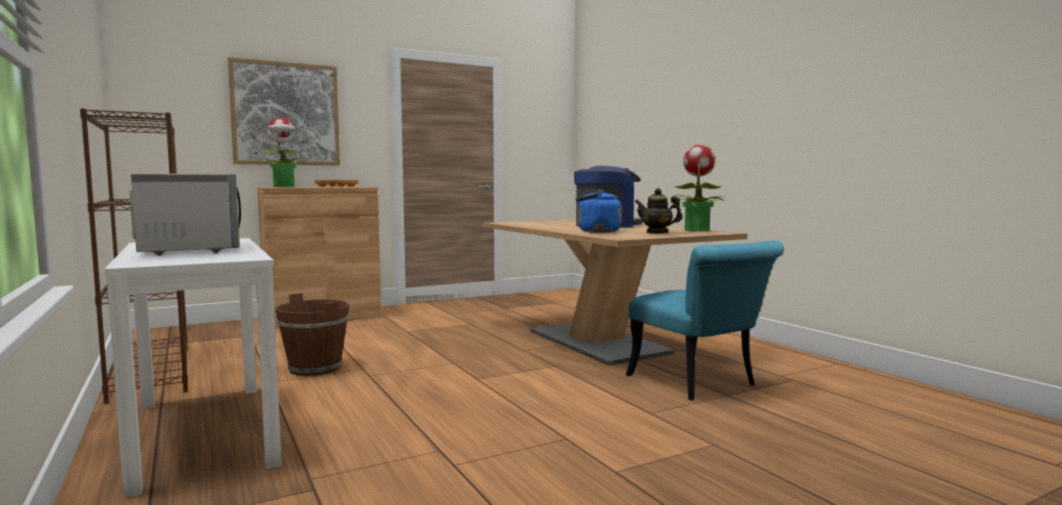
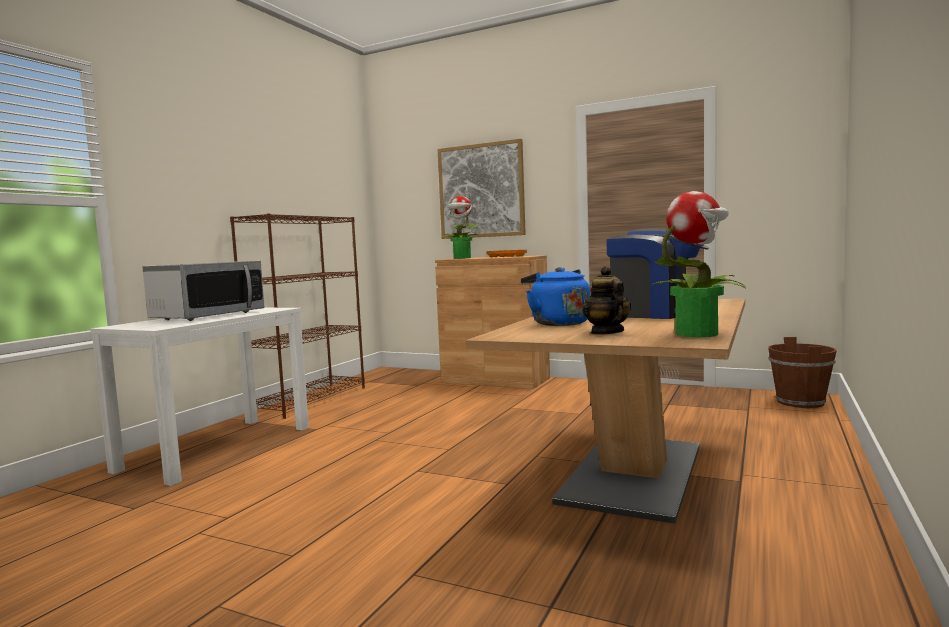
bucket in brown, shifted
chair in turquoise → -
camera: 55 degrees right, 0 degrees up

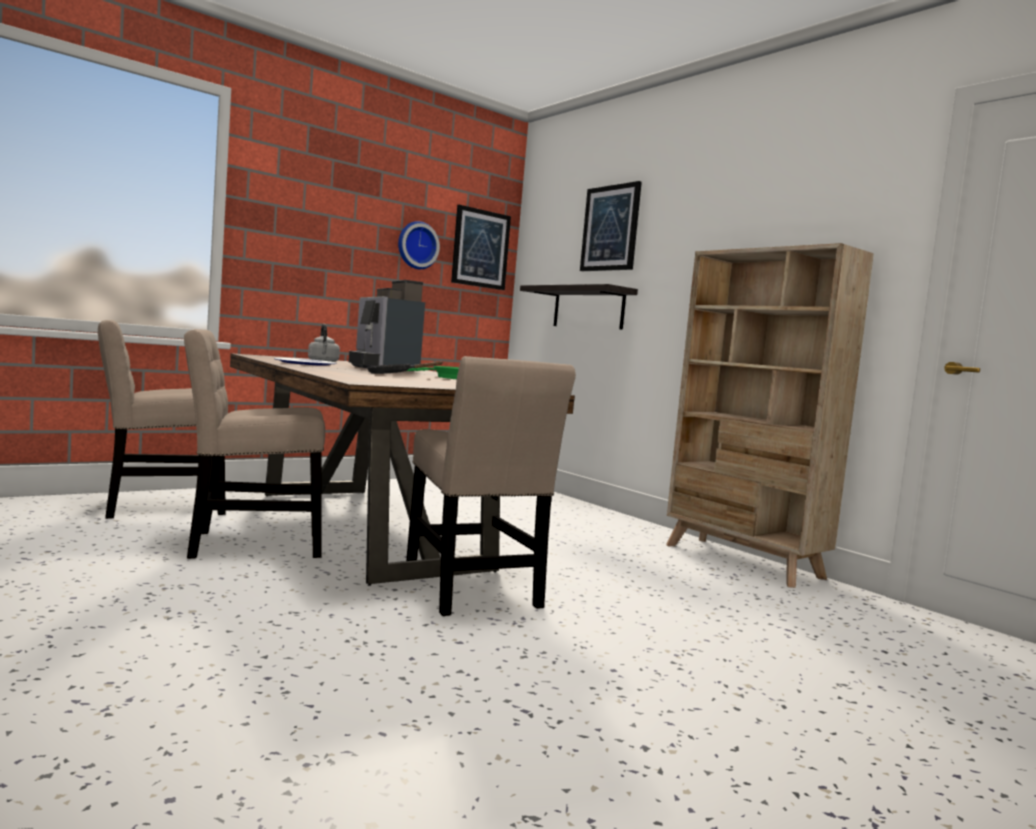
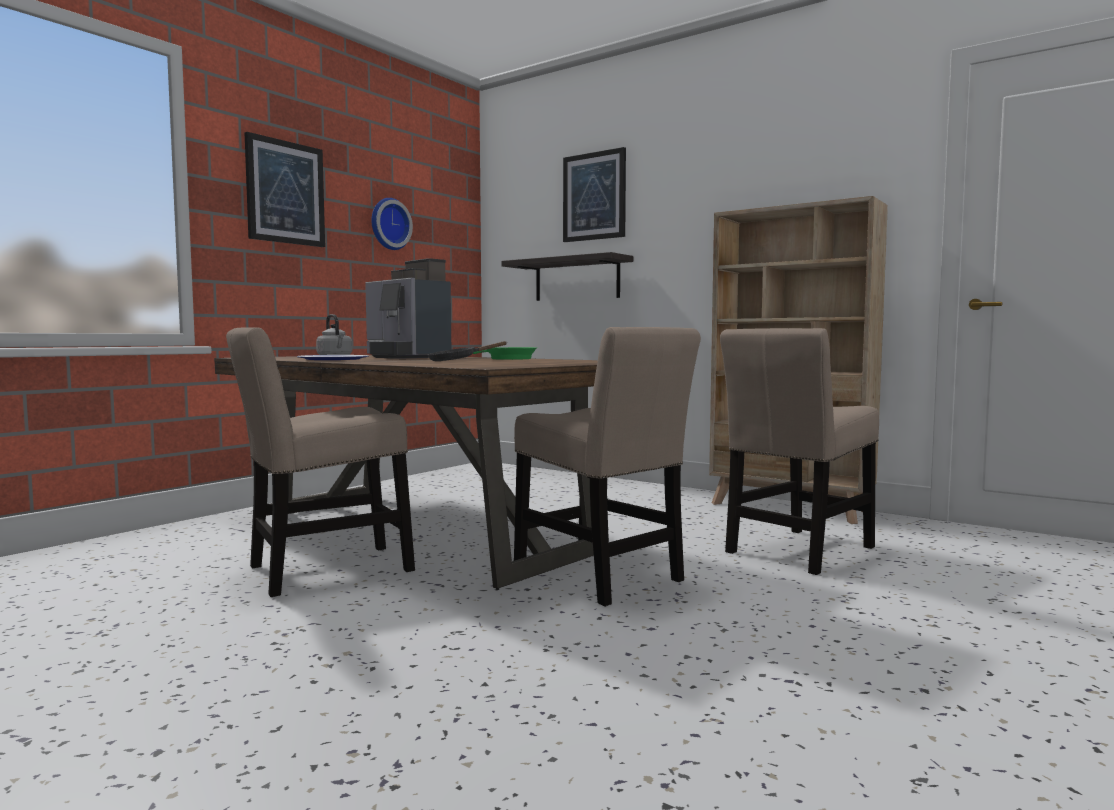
chair in beige (no. 1 from left in the first image) → chair in beige (no. 3 from left), shifted
picture (no. 1 from left), shifted
camera: 15 degrees left, 0 degrees up

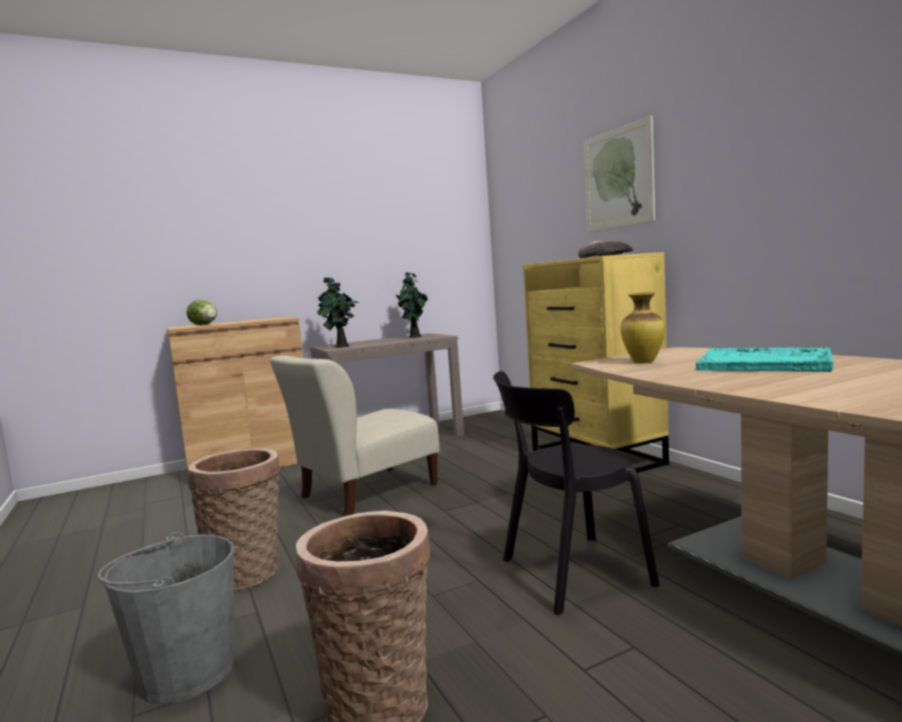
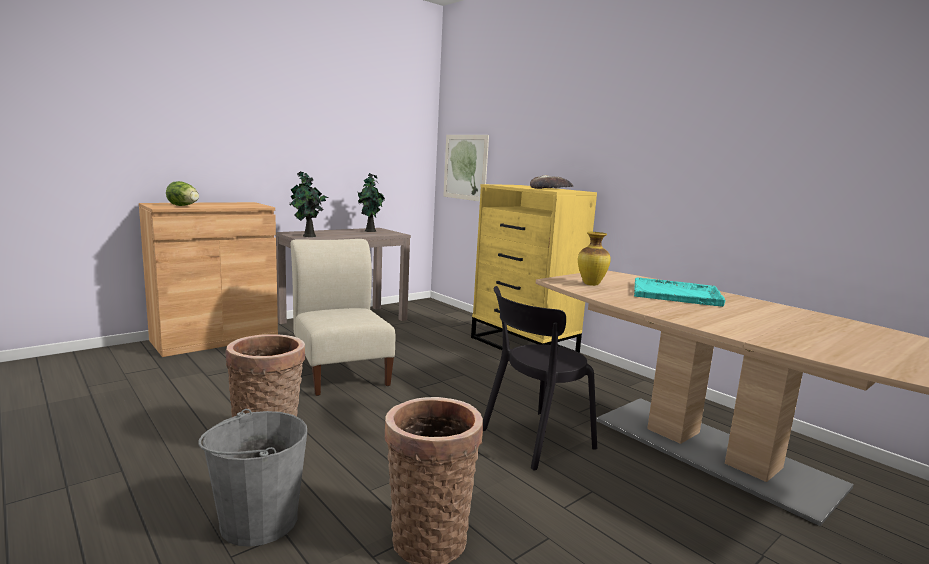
chair in beige, 120 degrees clockwise
picture, shifted
camera: 15 degrees left, 5 degrees up

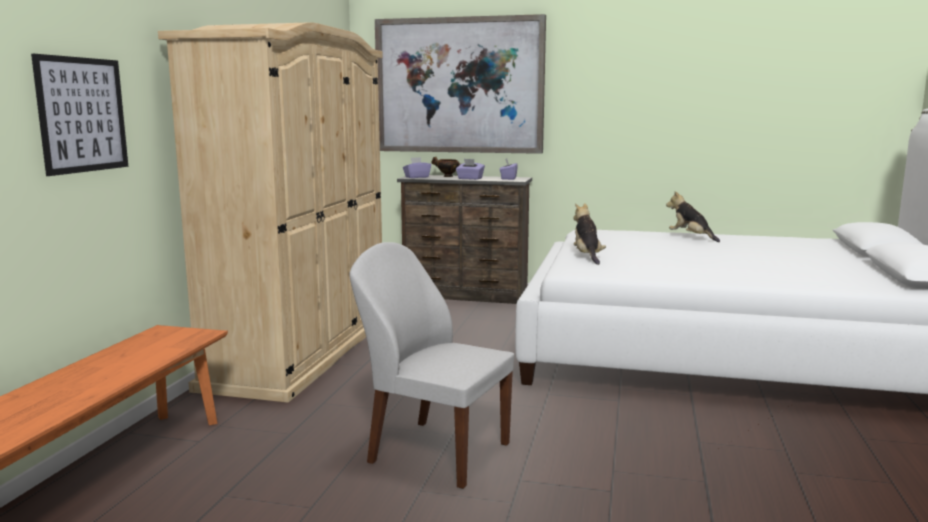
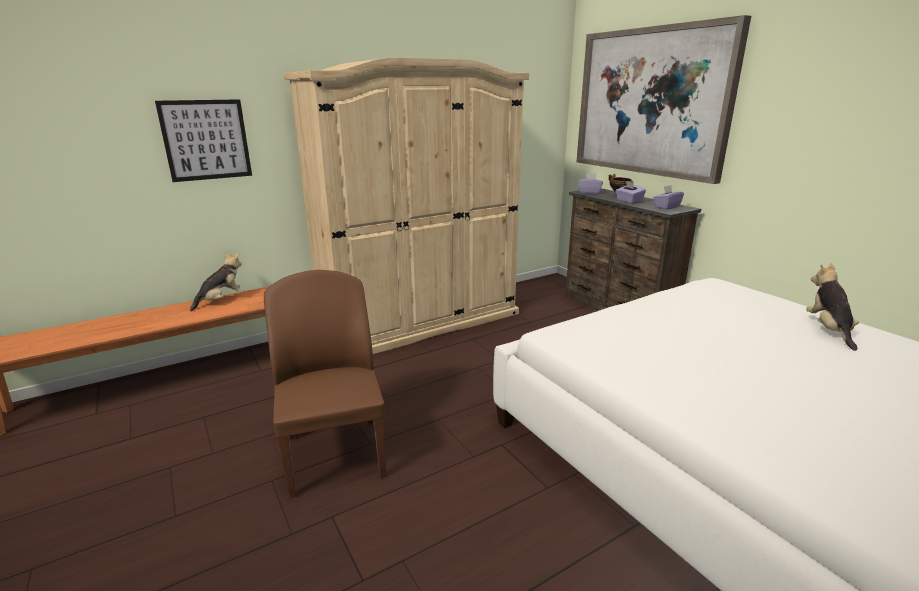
chair in white → chair in brown
plush toy (no. 1 from left), shifted
camera: 45 degrees right, 10 degrees up

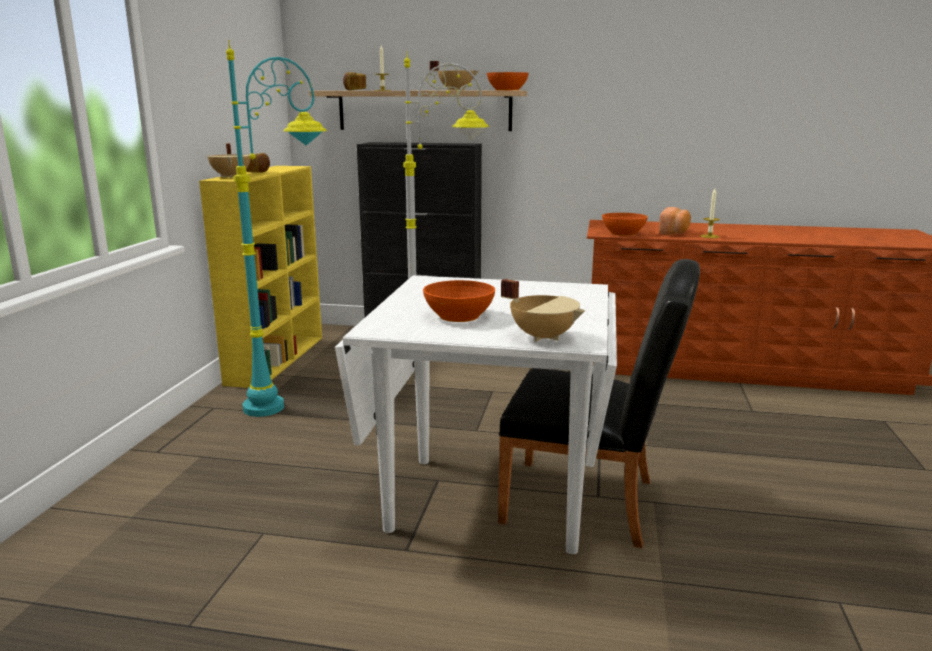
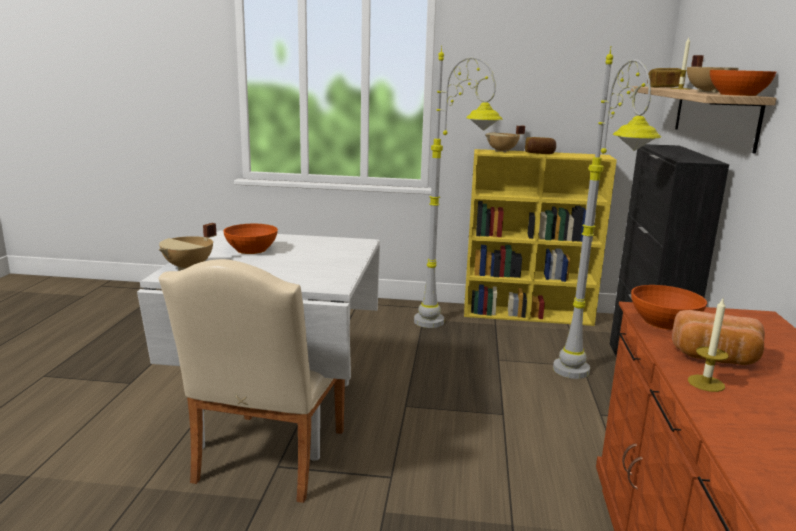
floor lamp in turquoise → floor lamp in grey (no. 1 from left)
chair in black → chair in beige
camera: 85 degrees right, 0 degrees up

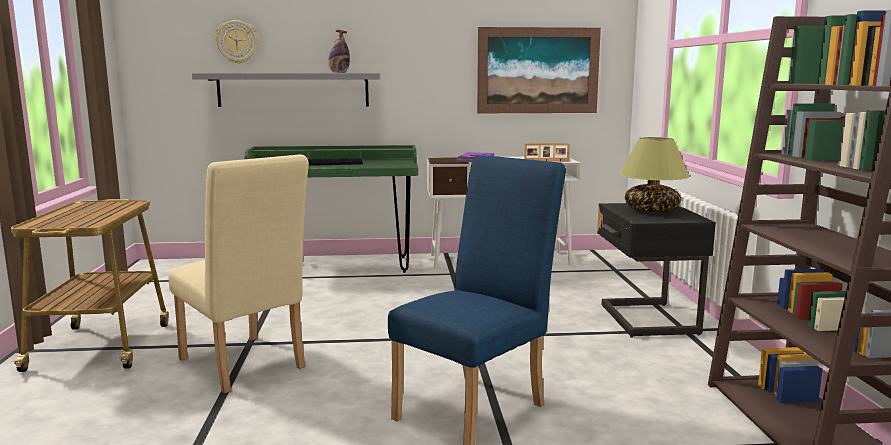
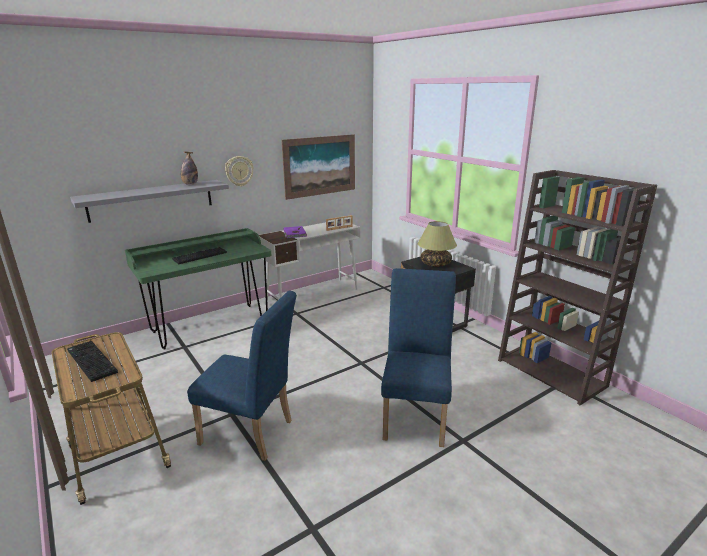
chair in beige → chair in blue (no. 1 from left)
wall clock, shifted
- → keyboard (no. 1 from left)
camera: 30 degrees left, 10 degrees up

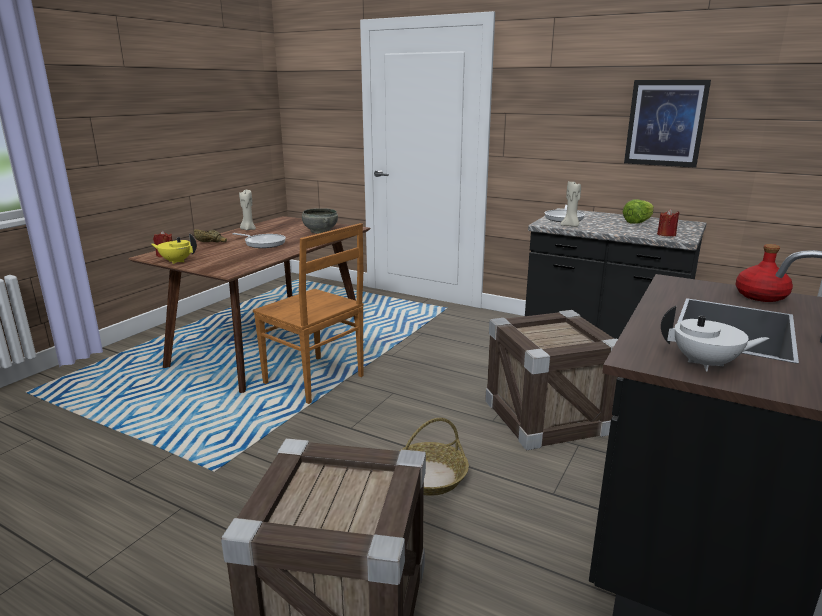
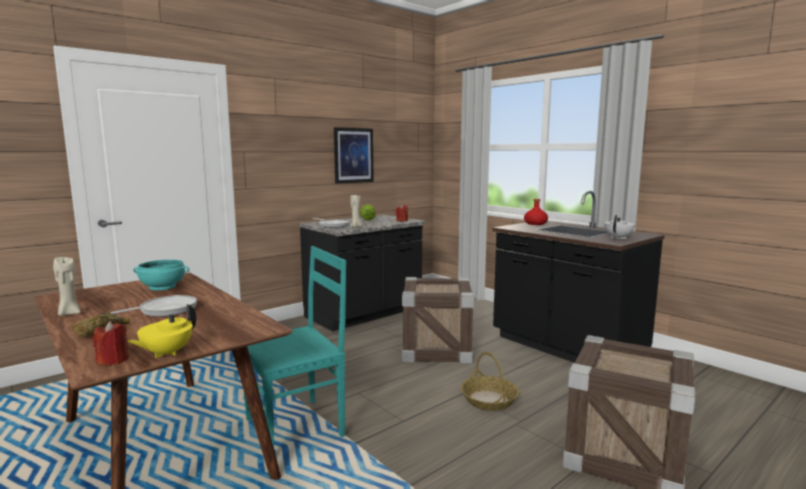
chair in brown → chair in turquoise
bowl in grey → bowl in turquoise
camera: 70 degrees left, 10 degrees down

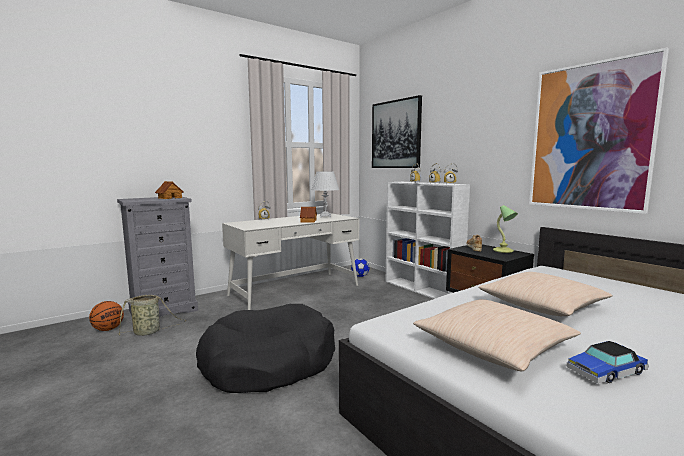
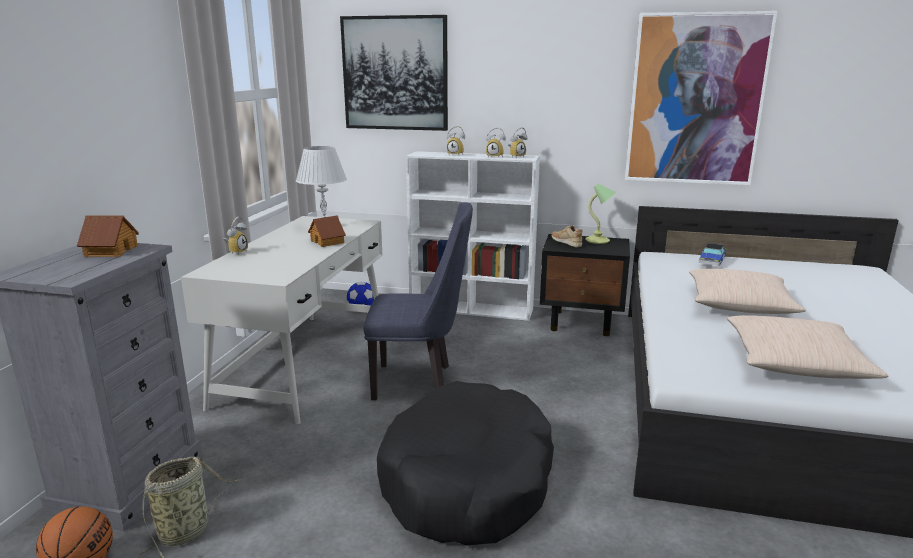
toy car, shifted
- → chair in blue
camera: 40 degrees left, 10 degrees up

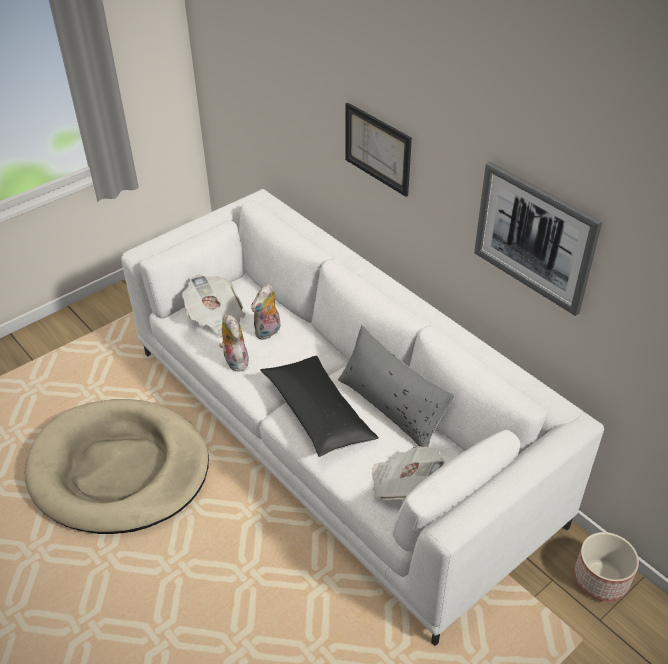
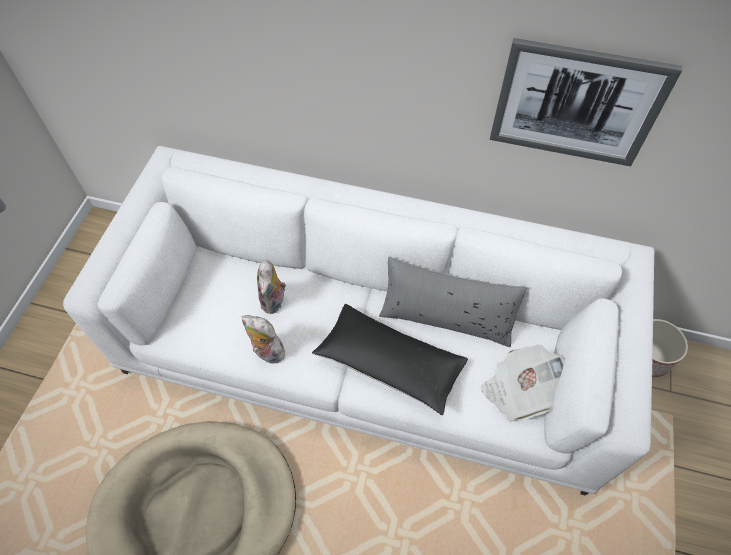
newspaper (no. 1 from left) → -
picture (no. 1 from left) → -
camera: 35 degrees left, 15 degrees up

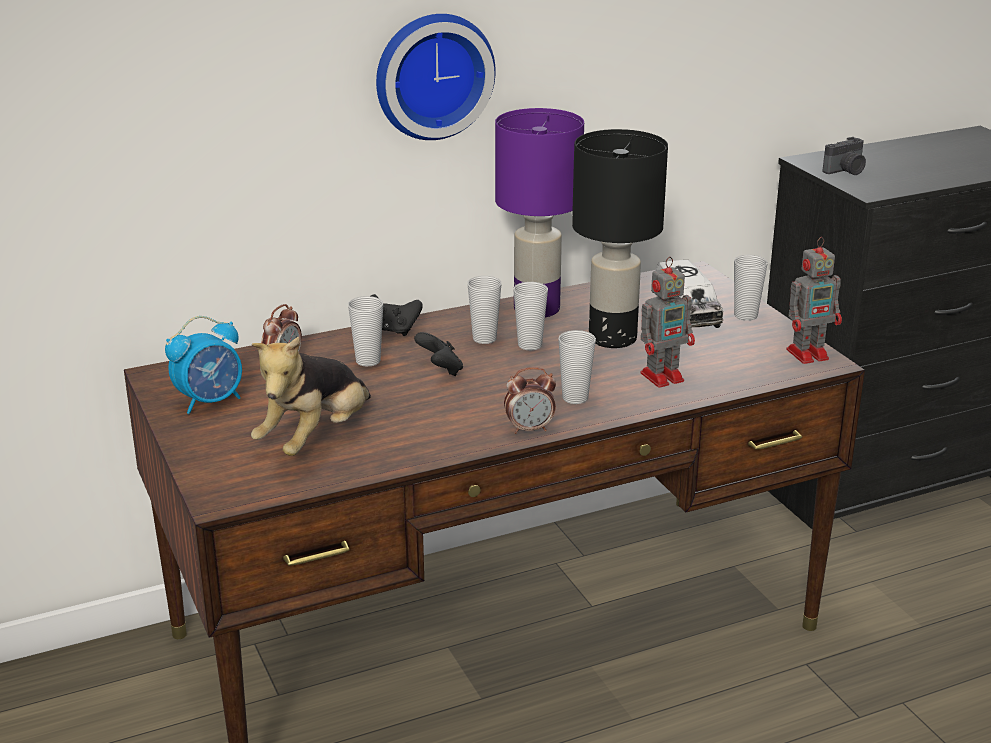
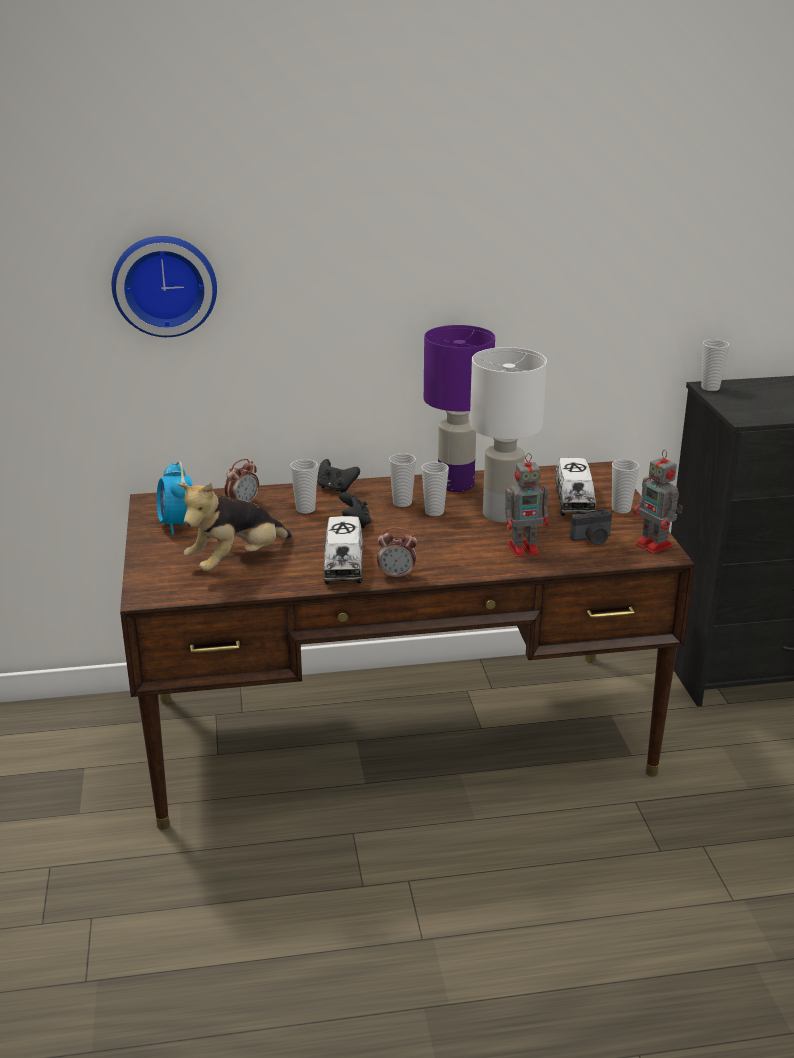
alarm clock (no. 1 from left), 90 degrees clockwise
wall clock, shifted
cup (no. 4 from left in the first image) → cup (no. 5 from left), shifted
table lamp in black → table lamp in white
toy robot (no. 2 from left), 60 degrees clockwise
photo camera, shifted
- → toy truck (no. 1 from left)
camera: 15 degrees right, 0 degrees up

